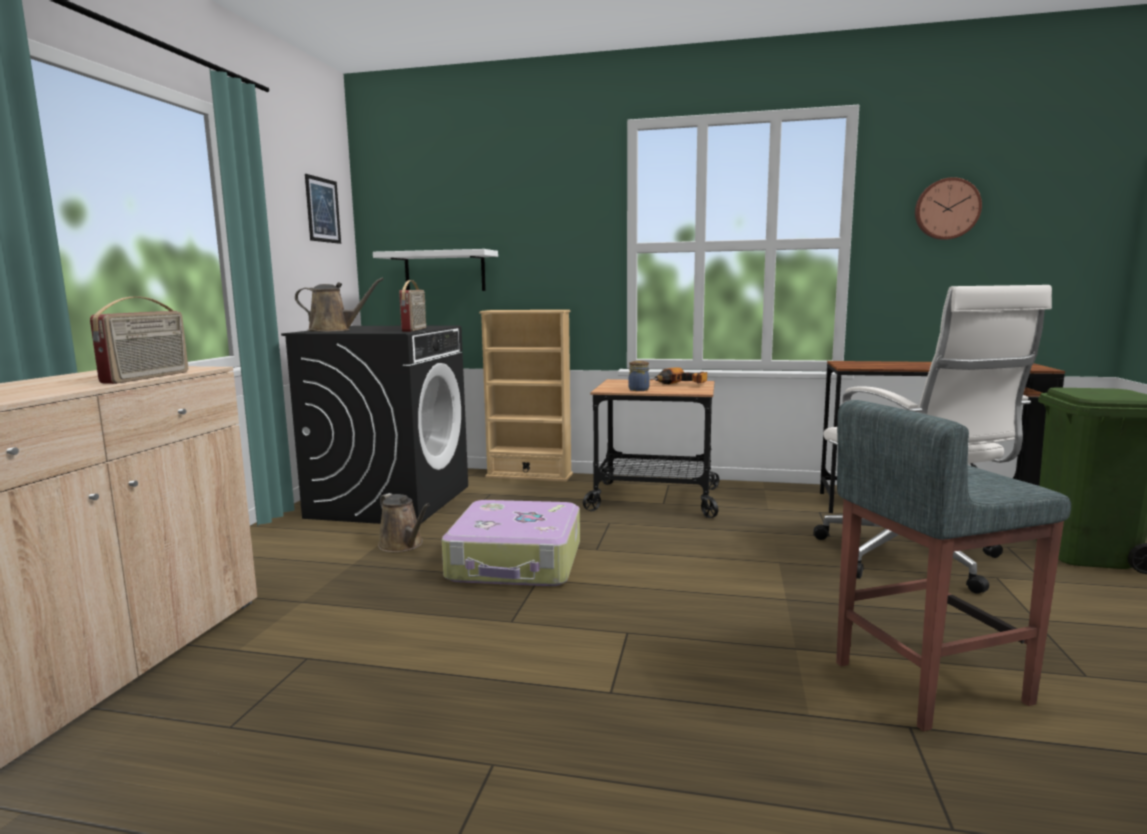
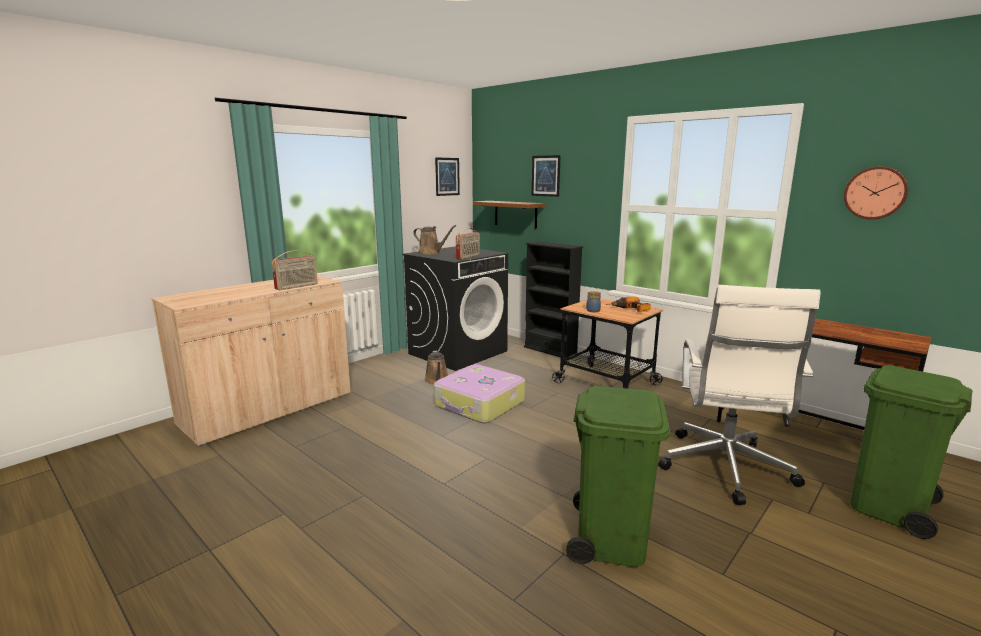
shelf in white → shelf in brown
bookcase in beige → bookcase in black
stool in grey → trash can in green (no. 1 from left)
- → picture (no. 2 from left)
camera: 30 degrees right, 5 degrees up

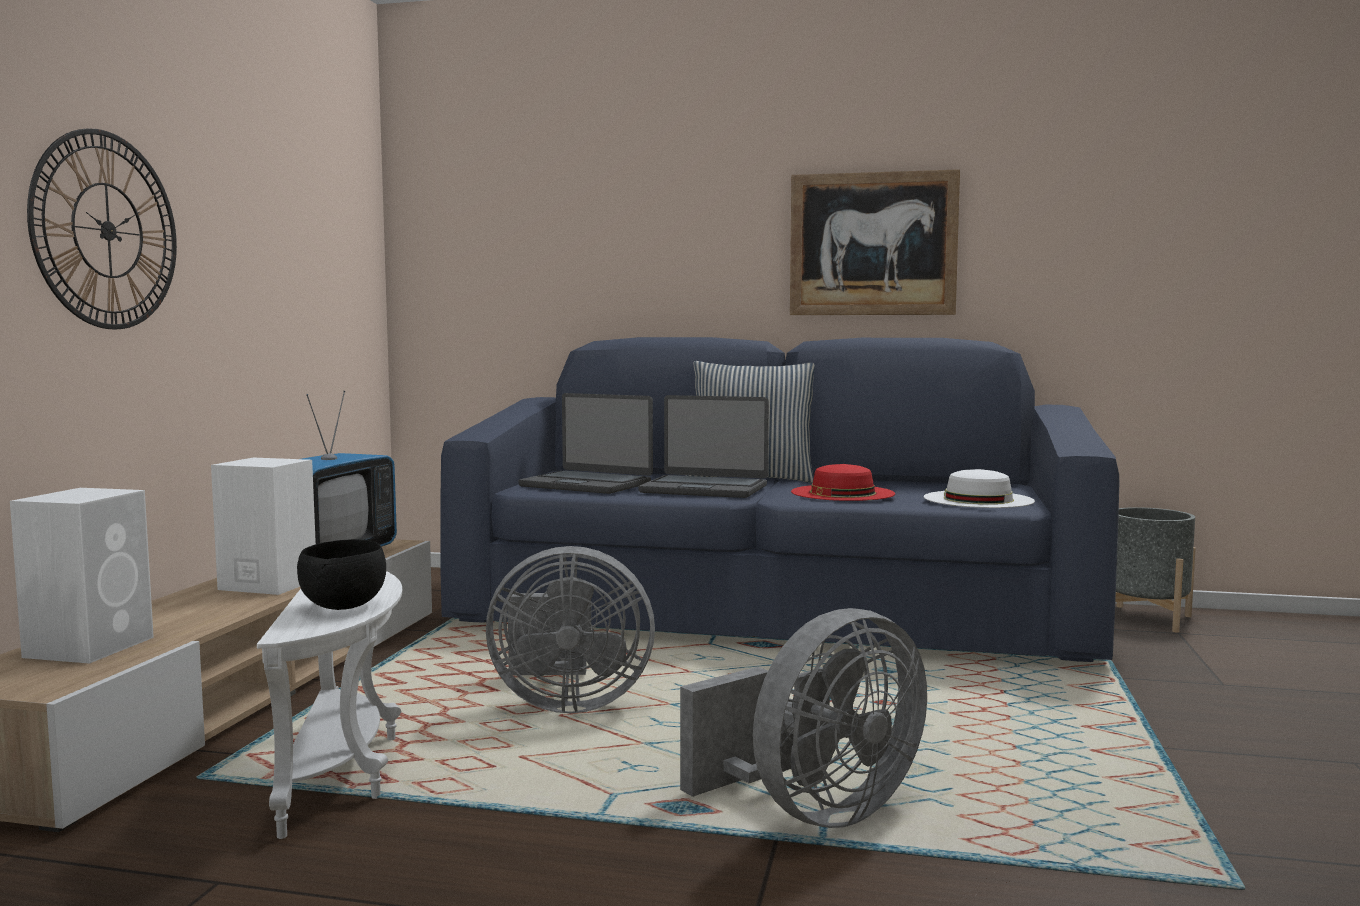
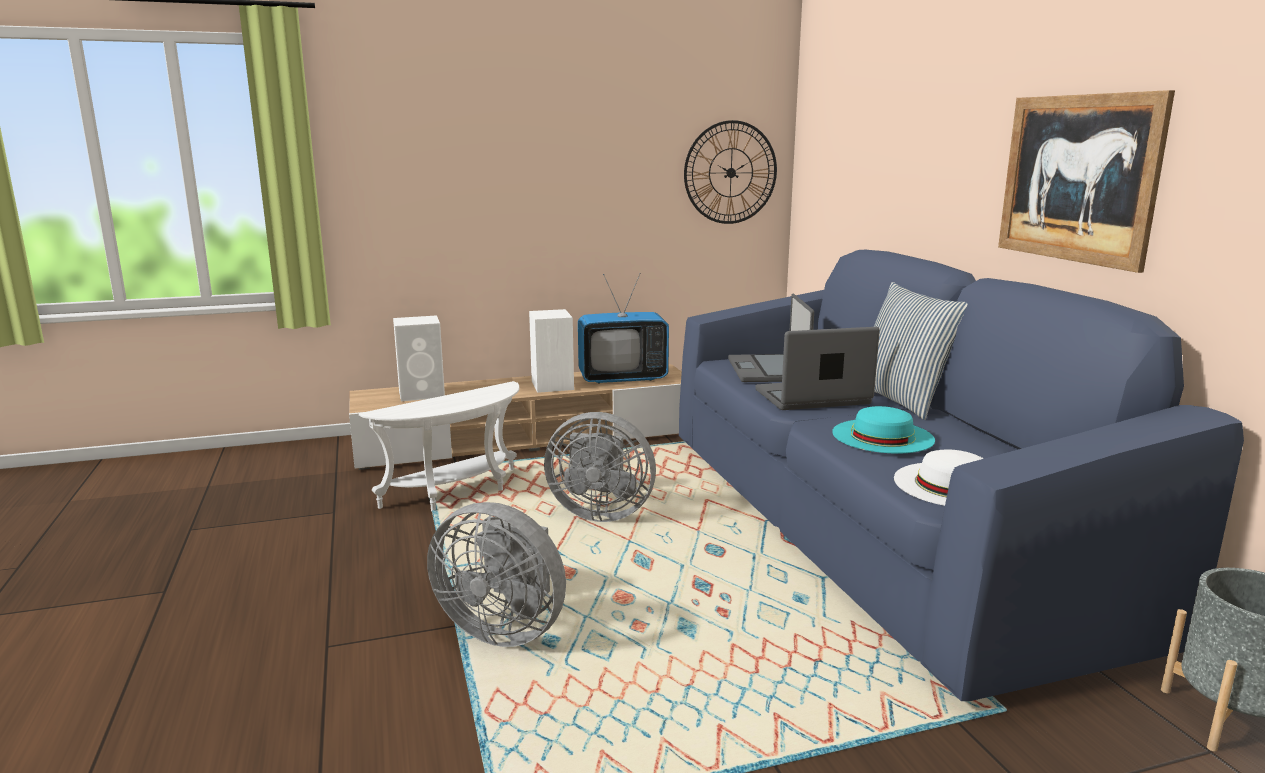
wall clock, shifted
bowl in black → -
fan in grey (no. 1 from left in the first image) → fan in grey (no. 2 from left), 45 degrees counterclockwise
laptop (no. 2 from left), 90 degrees clockwise
hat in red → hat in turquoise
camera: 60 degrees right, 10 degrees up

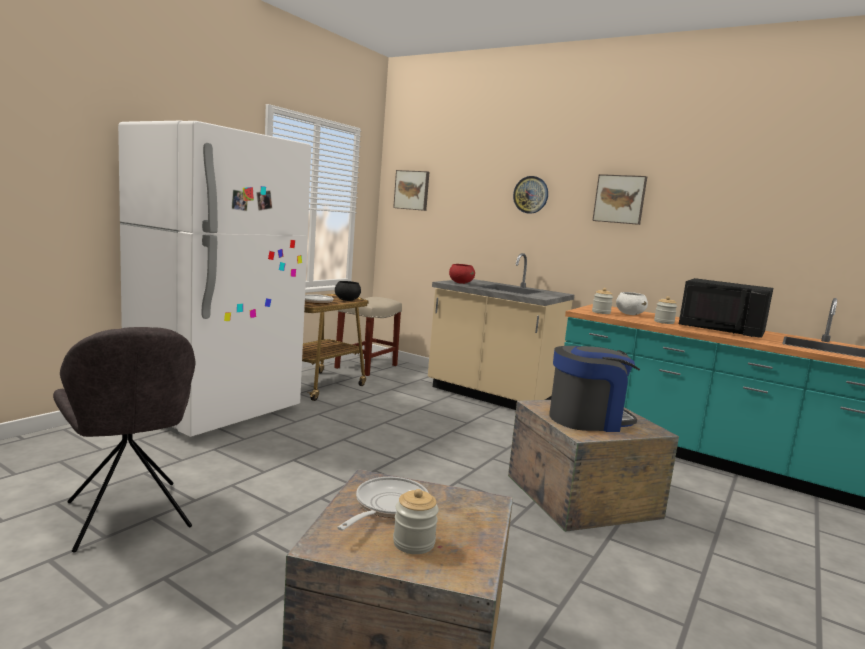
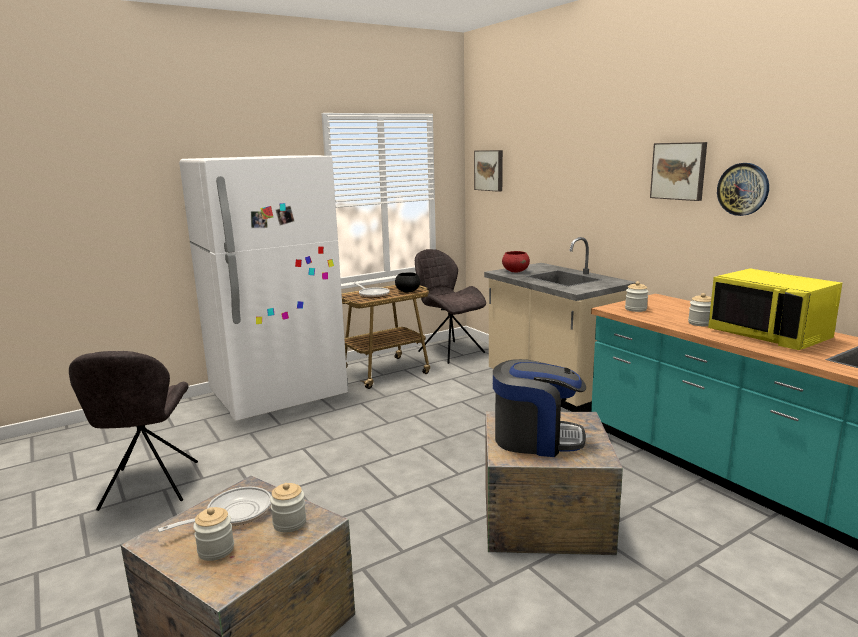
stool in beige → chair in grey (no. 2 from left)
wall clock, shifted
bowl in white → -
microwave in black → microwave in yellow
- → jar (no. 2 from left)
camera: 25 degrees right, 5 degrees up

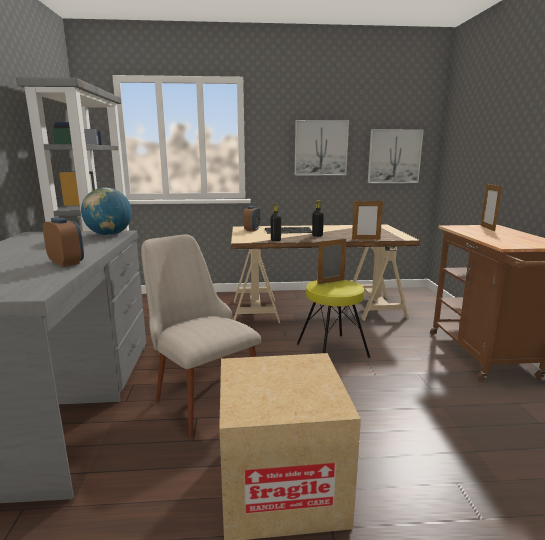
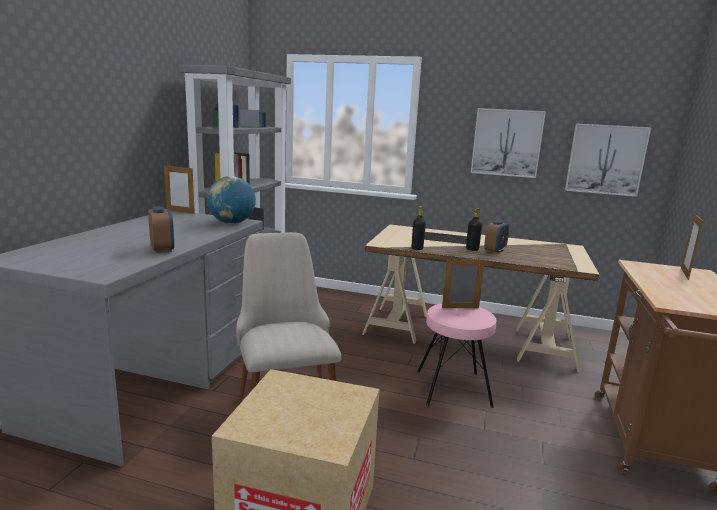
alarm clock (no. 2 from left), shifted
stool in yellow → stool in pink
picture frame (no. 2 from left in the first image) → picture frame (no. 1 from left), shifted
camera: 20 degrees right, 0 degrees up

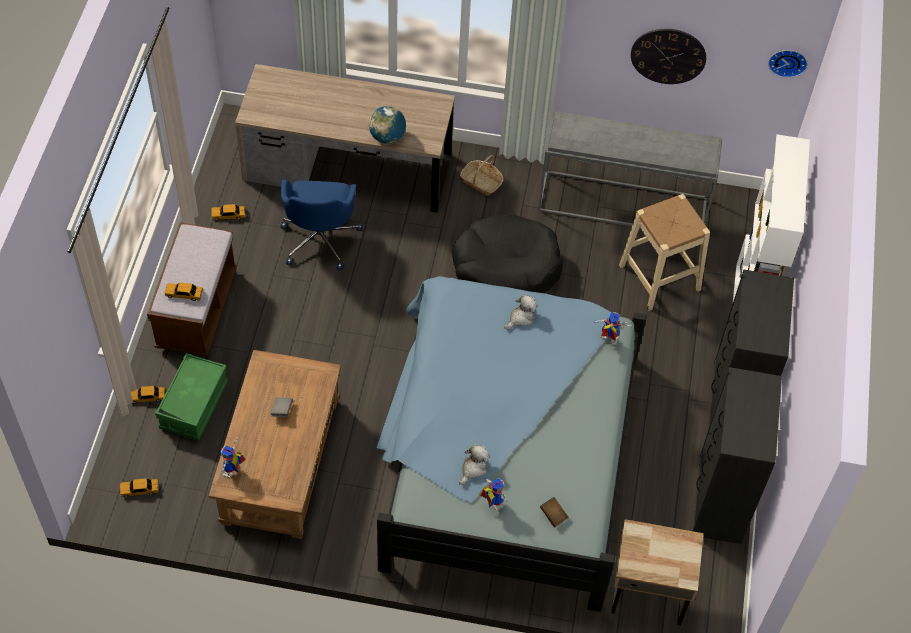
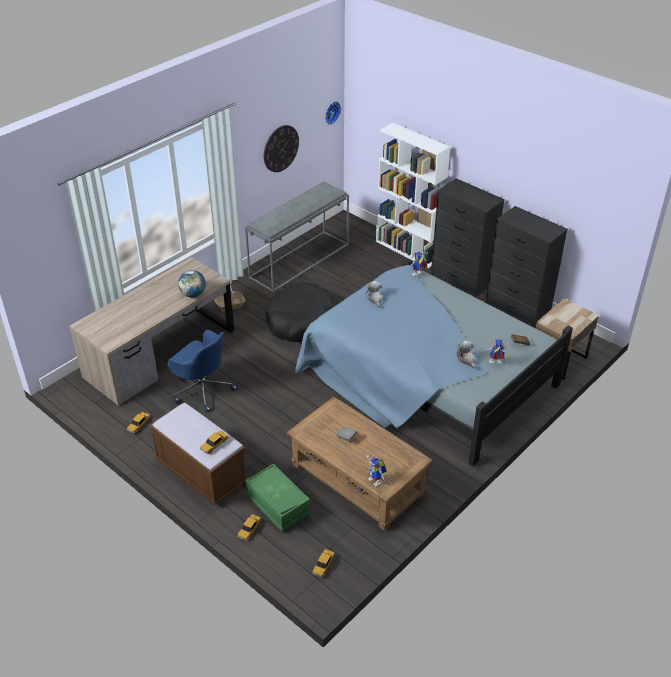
stool in beige → -
camera: 55 degrees left, 15 degrees down

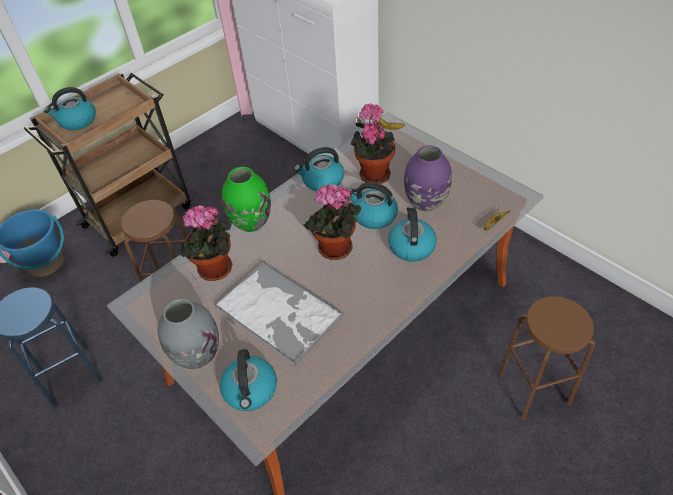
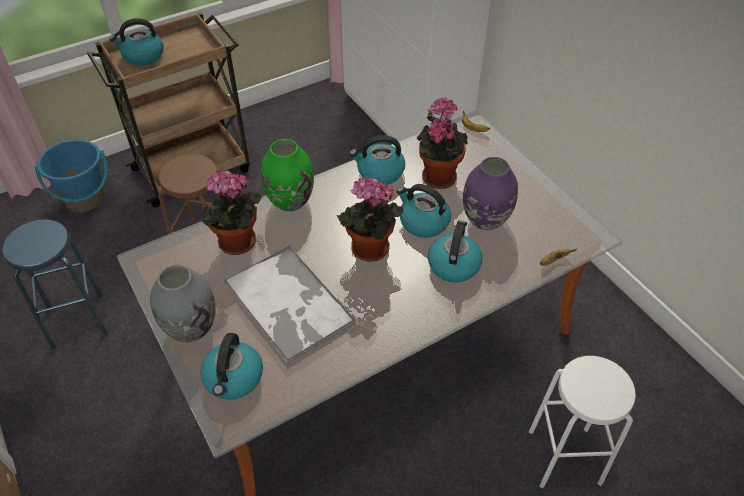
stool in brown (no. 2 from left) → stool in white
camera: 10 degrees right, 0 degrees up

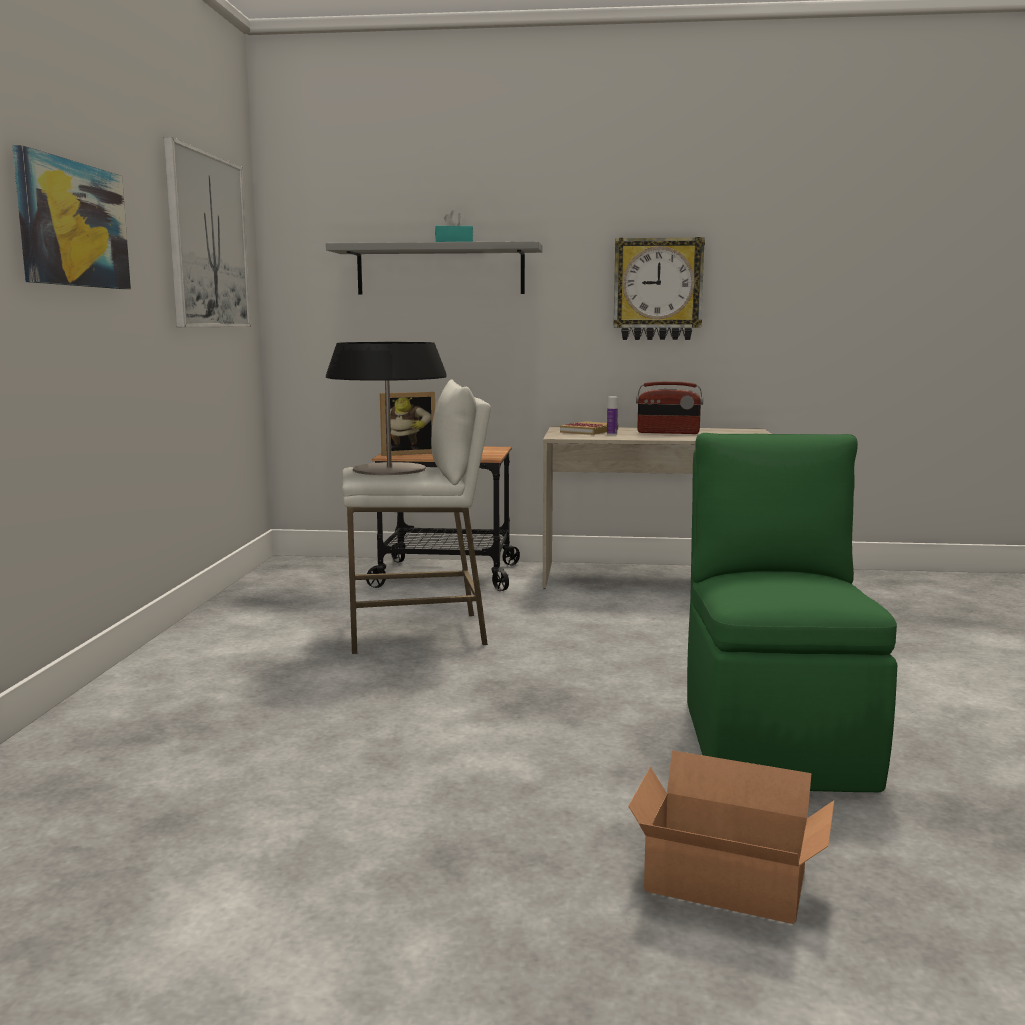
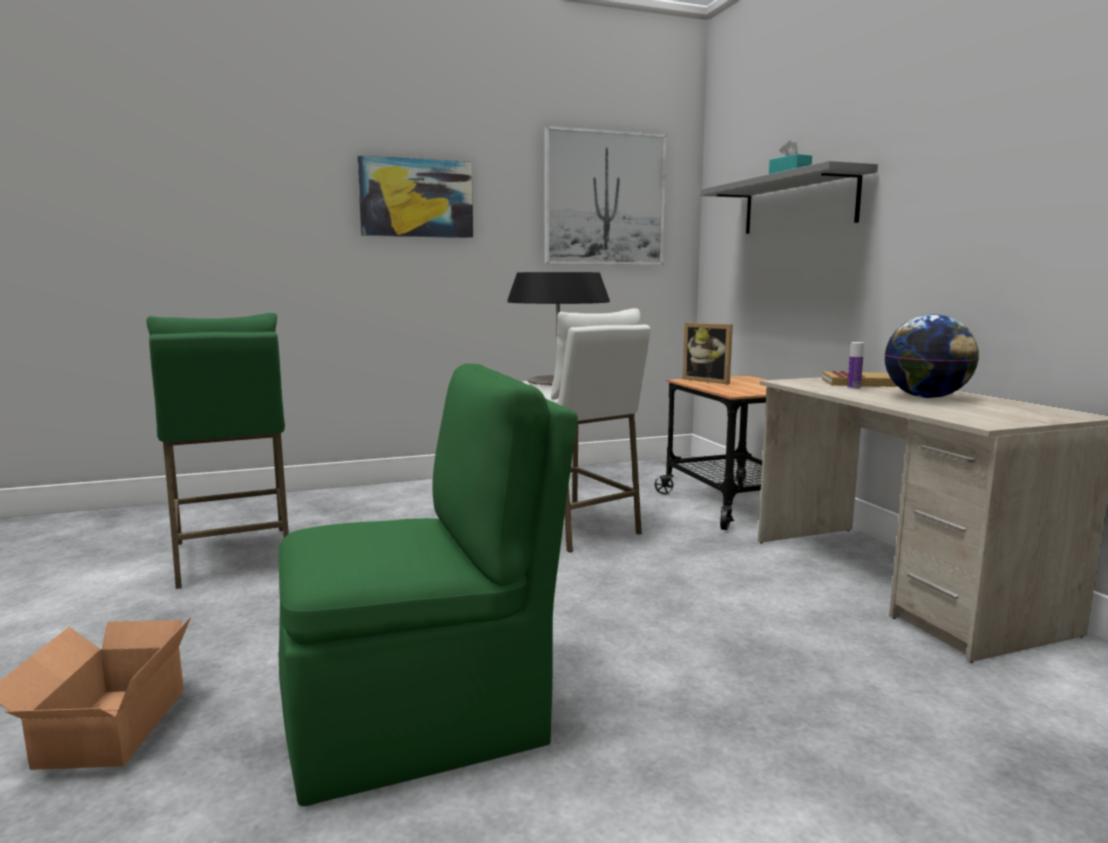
wall clock → -
radio → globe
- → stool in green
camera: 65 degrees right, 0 degrees up

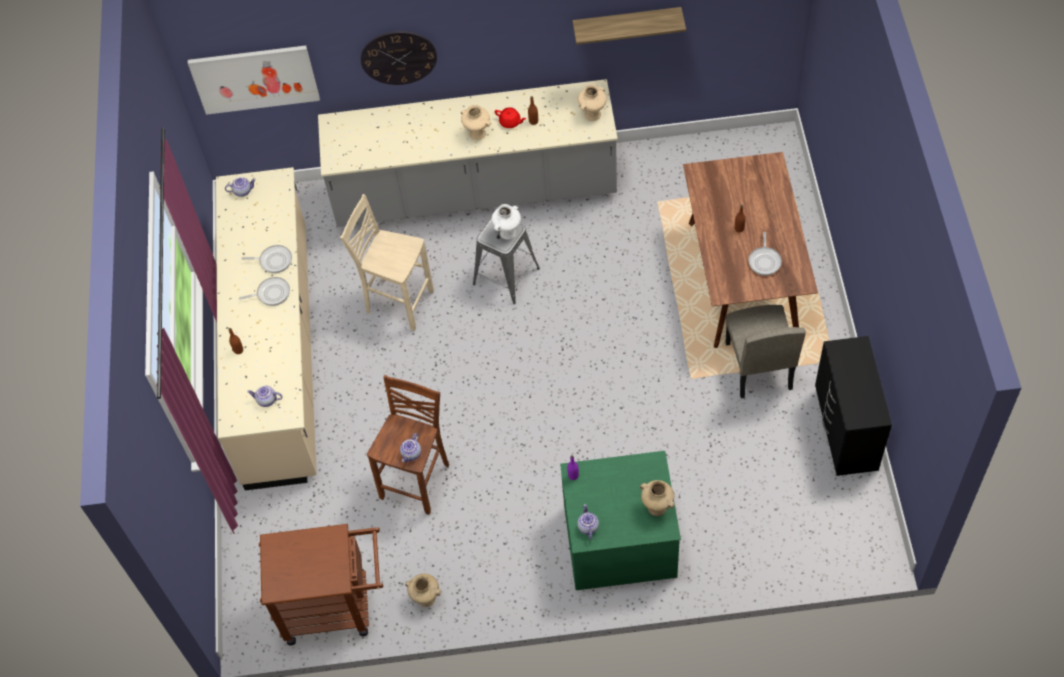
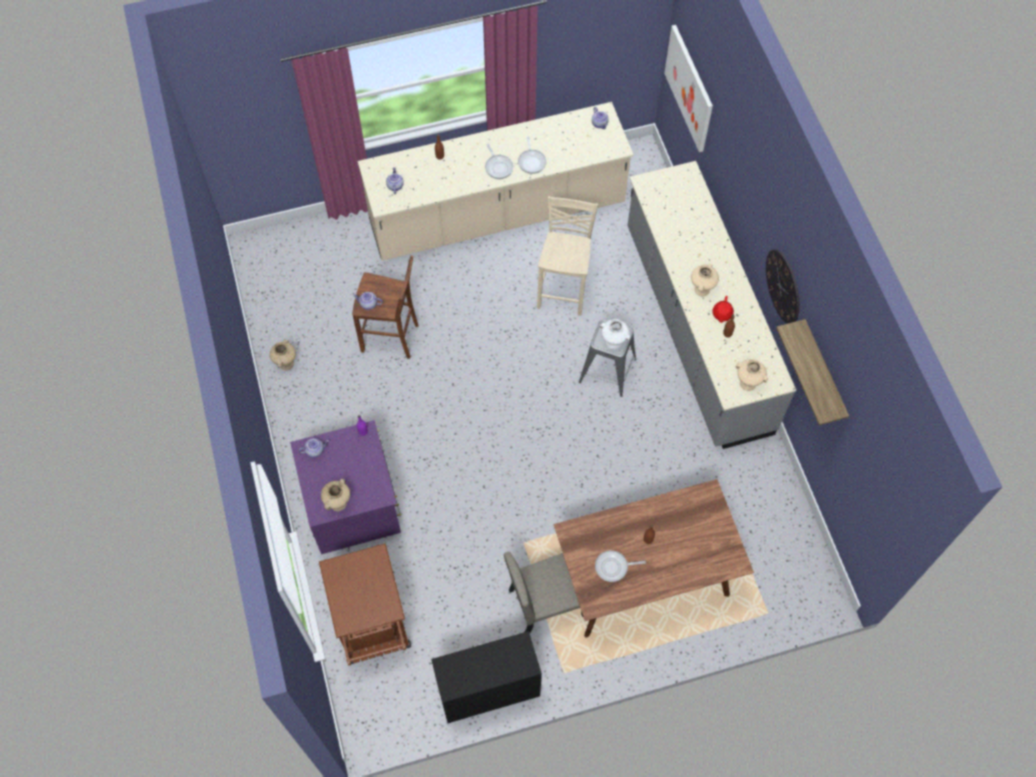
cart in brown, shifted
wall clock, shifted
dresser in green → dresser in purple
camera: 75 degrees right, 5 degrees up

